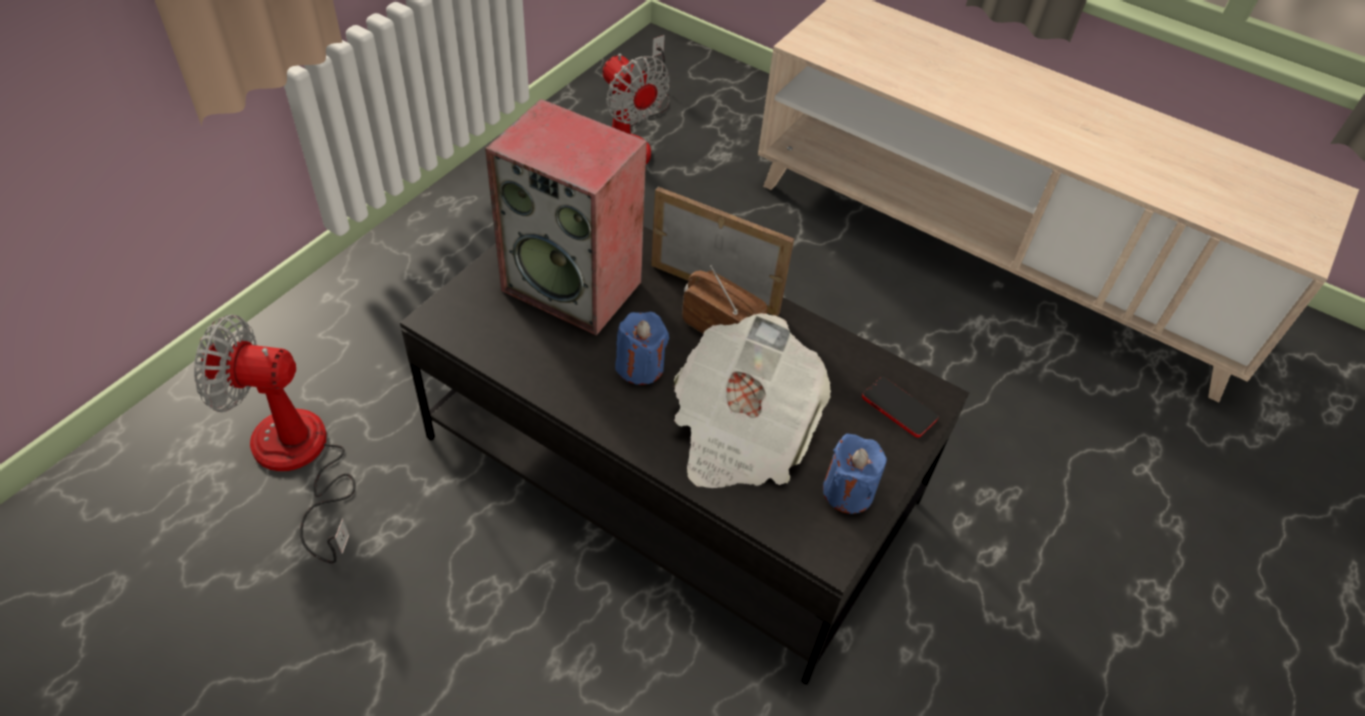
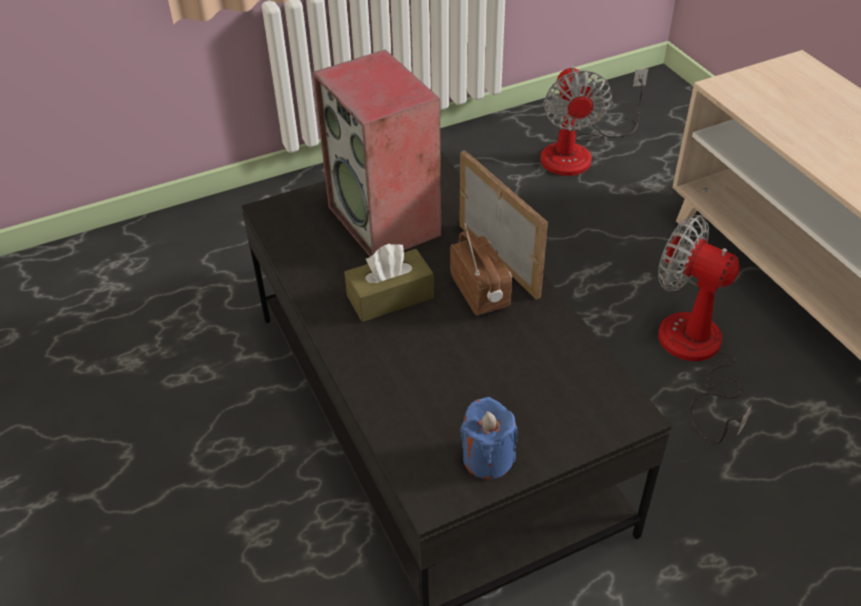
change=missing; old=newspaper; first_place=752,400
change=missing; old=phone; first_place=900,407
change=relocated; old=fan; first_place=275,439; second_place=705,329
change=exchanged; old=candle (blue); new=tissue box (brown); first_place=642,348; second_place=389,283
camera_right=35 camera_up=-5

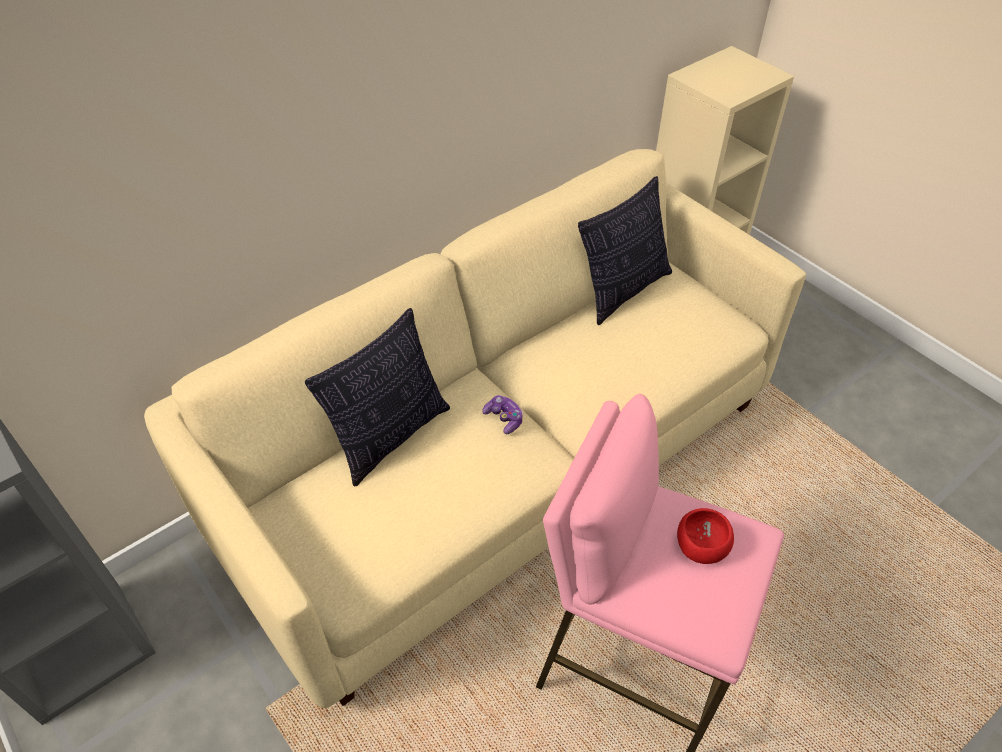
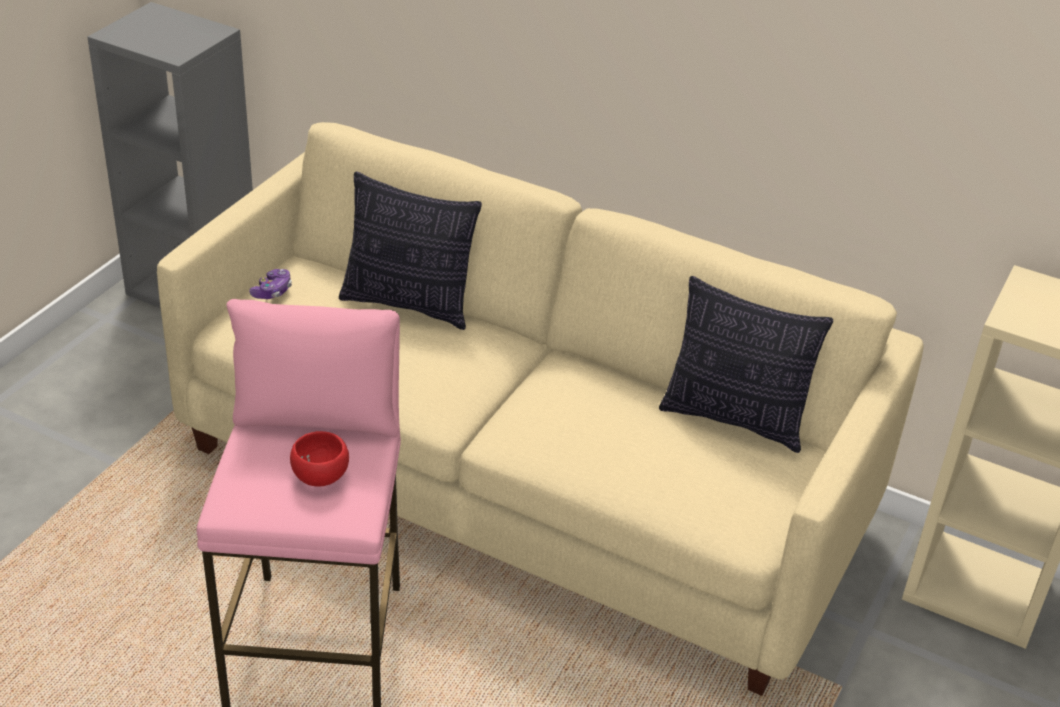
change=relocated; old=game controller; first_place=502,414; second_place=270,284
camera_right=65 camera_up=-10

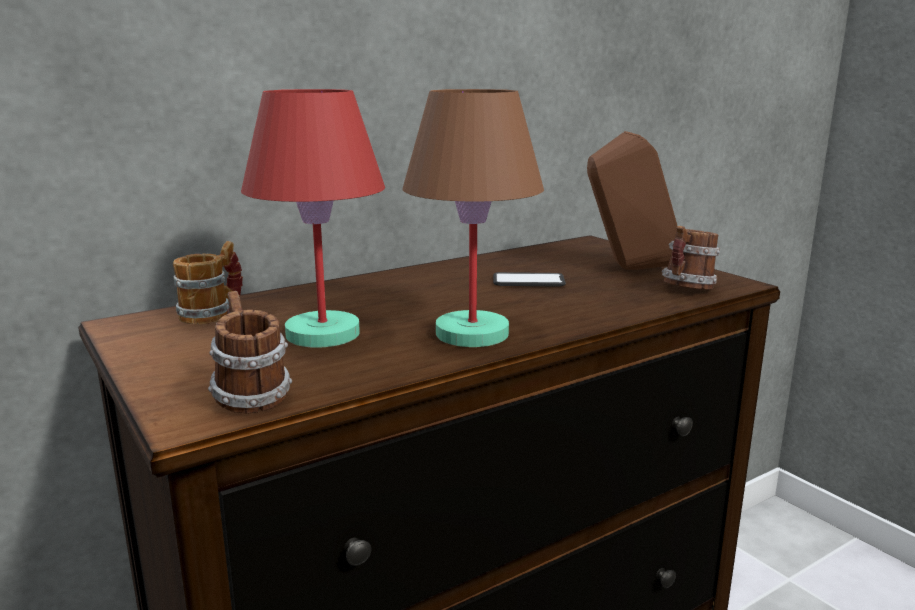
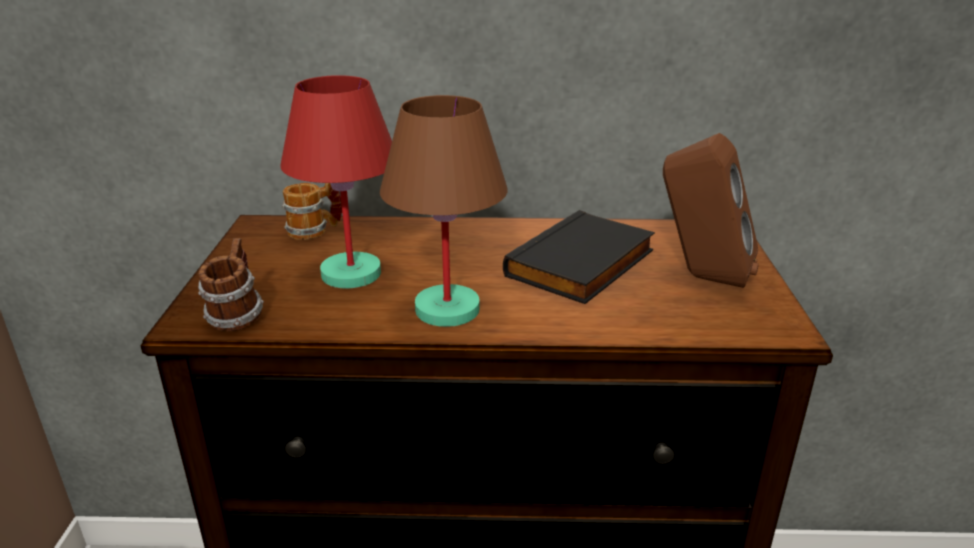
change=missing; old=mug; first_place=691,258
change=exchanged; old=phone; new=book (black); first_place=529,279; second_place=579,257
camera_right=35 camera_up=10

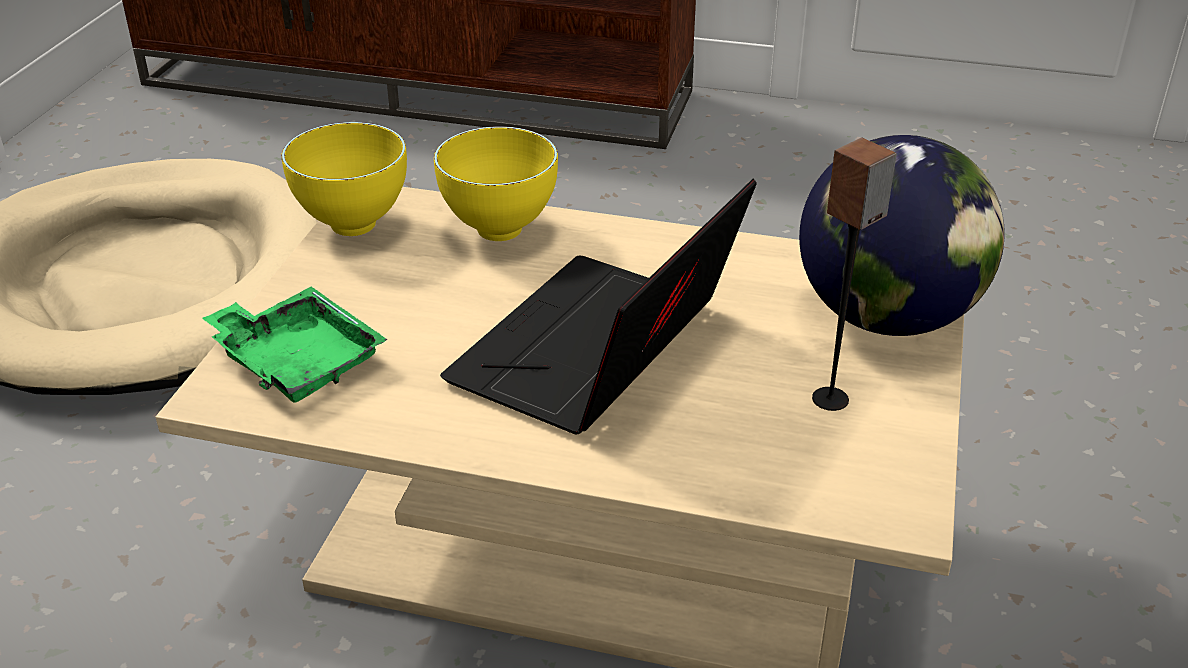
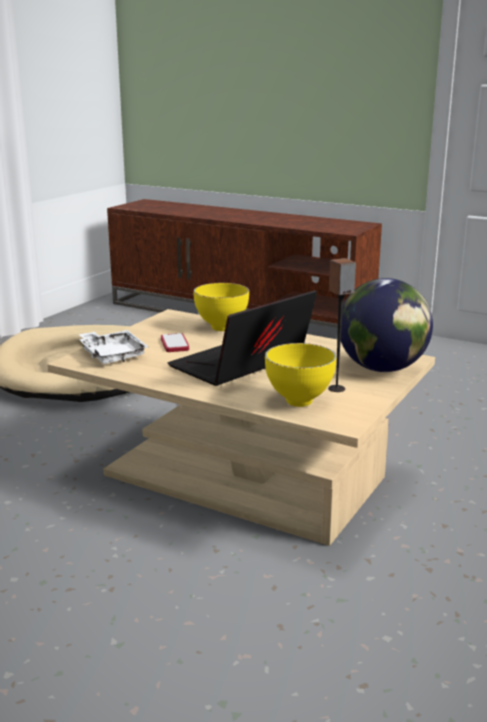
change=appeared; new=phone; second_place=175,342
change=relocated; old=bowl (yellow); first_place=344,179; second_place=300,375
change=colour; old=tray (green); new=tray (white); first_place=295,345; second_place=113,347
camera_right=15 camera_up=-15

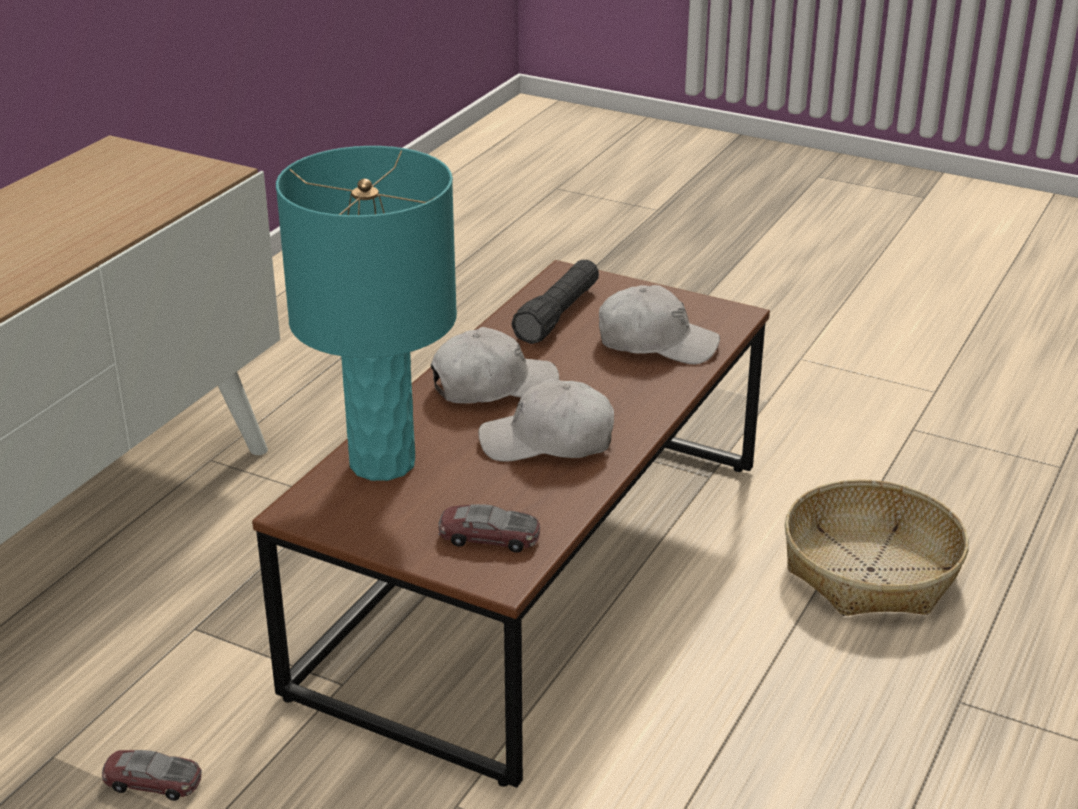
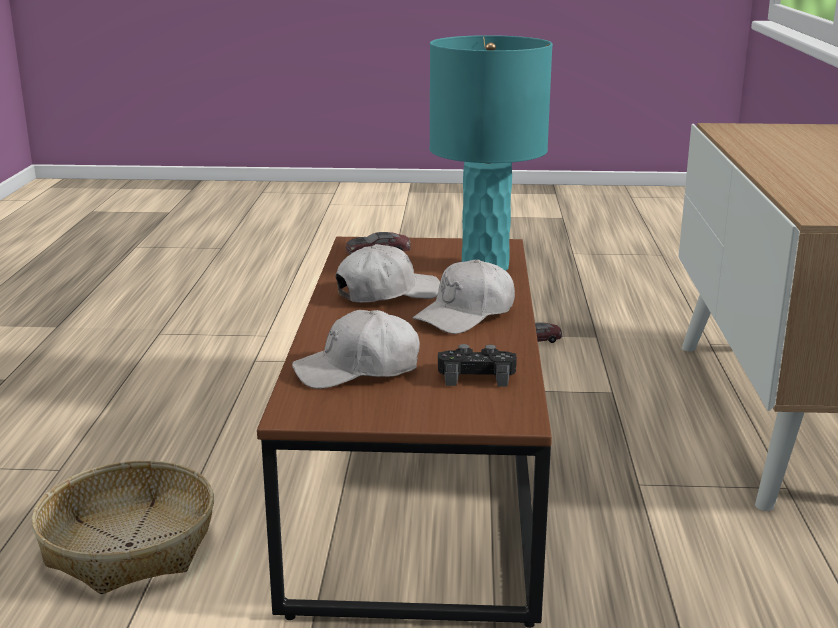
change=exchanged; old=flashlight (black); new=game controller (black); first_place=555,302; second_place=477,365
camera_right=155 camera_up=-10

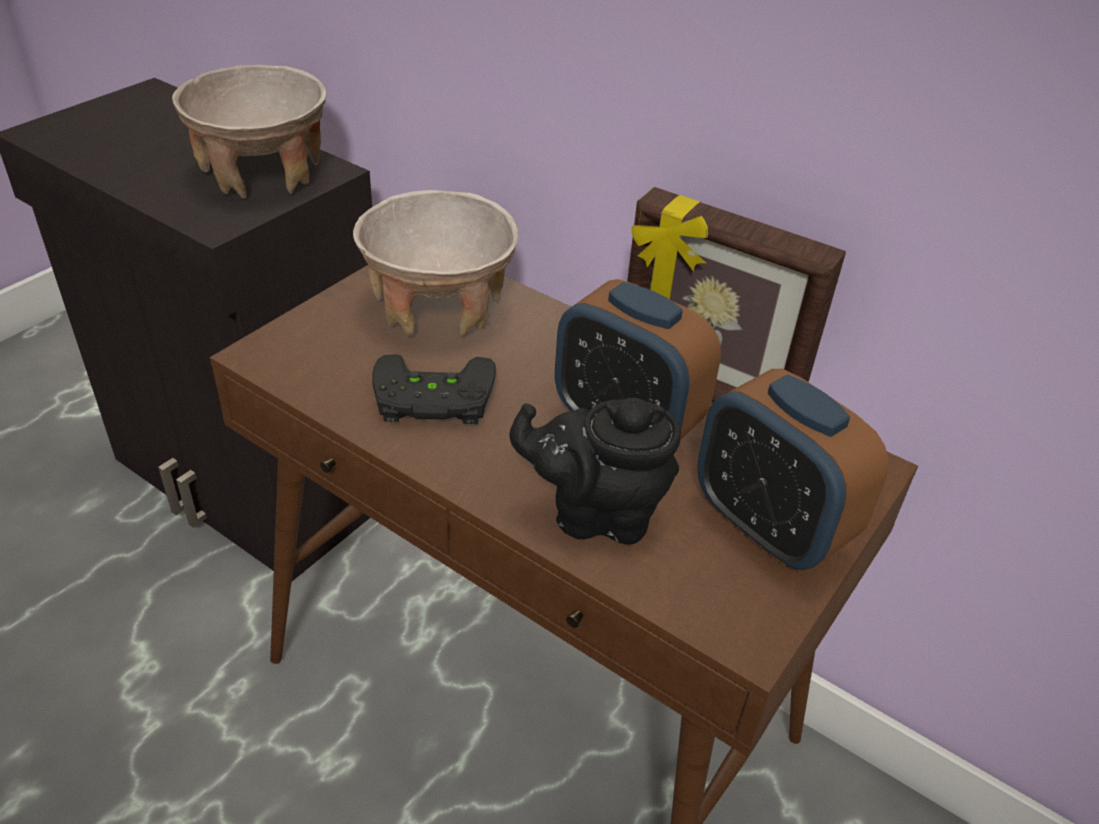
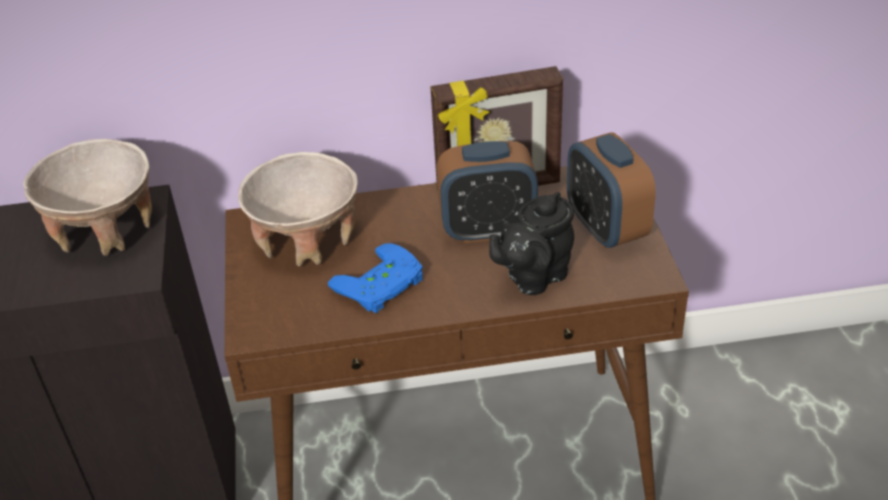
change=colour; old=game controller (black); new=game controller (blue); first_place=434,389; second_place=375,278
change=spun; old=alarm clock; first_place=792,469; second_place=611,190; degrees=60
camera_right=-40 camera_up=0

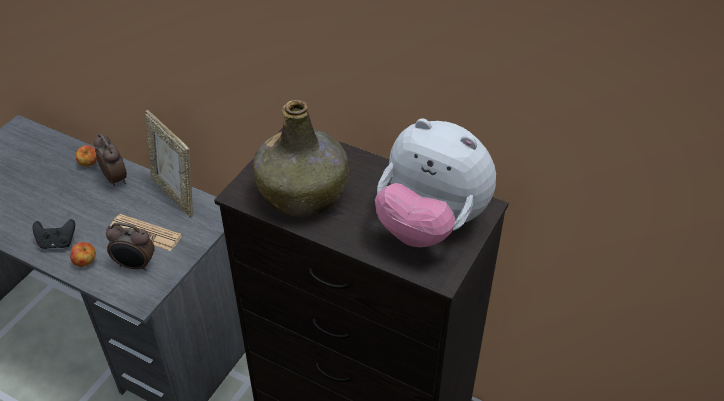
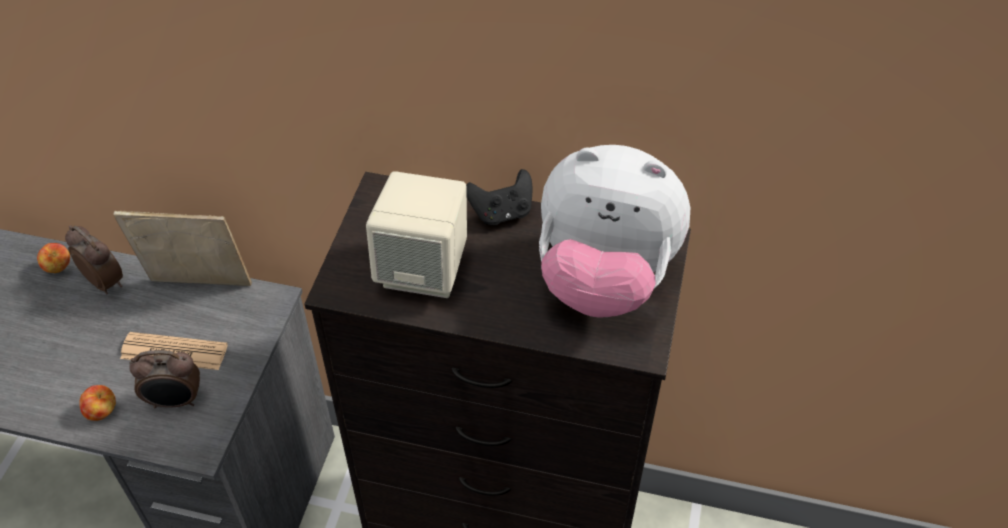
change=relocated; old=game controller (black); first_place=54,234; second_place=499,197
change=exchanged; old=bottle (green); new=speaker (beige); first_place=301,158; second_place=416,234
change=spun; old=picture frame; first_place=169,163; second_place=182,248; degrees=150
camera_right=-15 camera_up=5

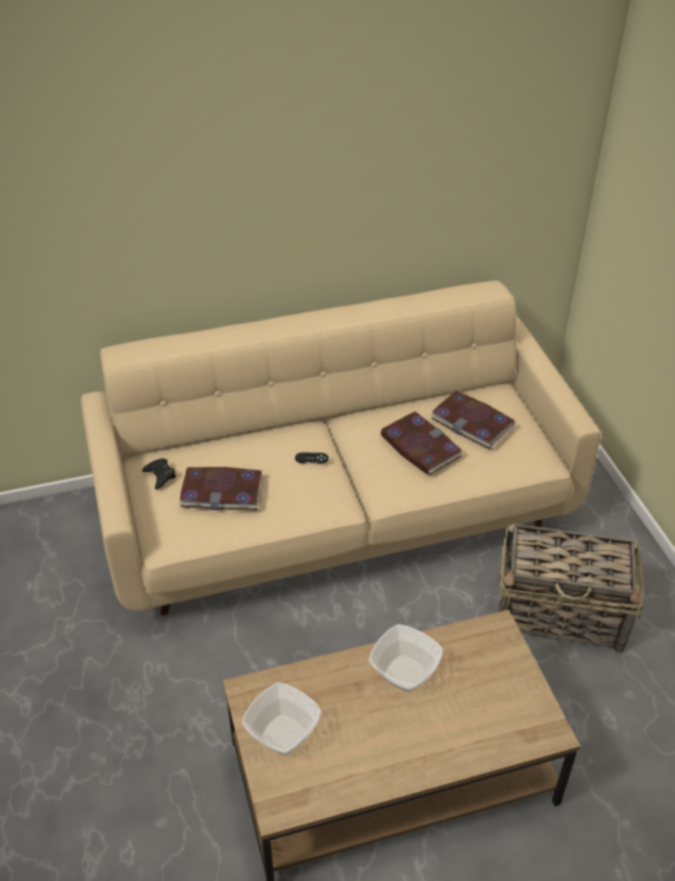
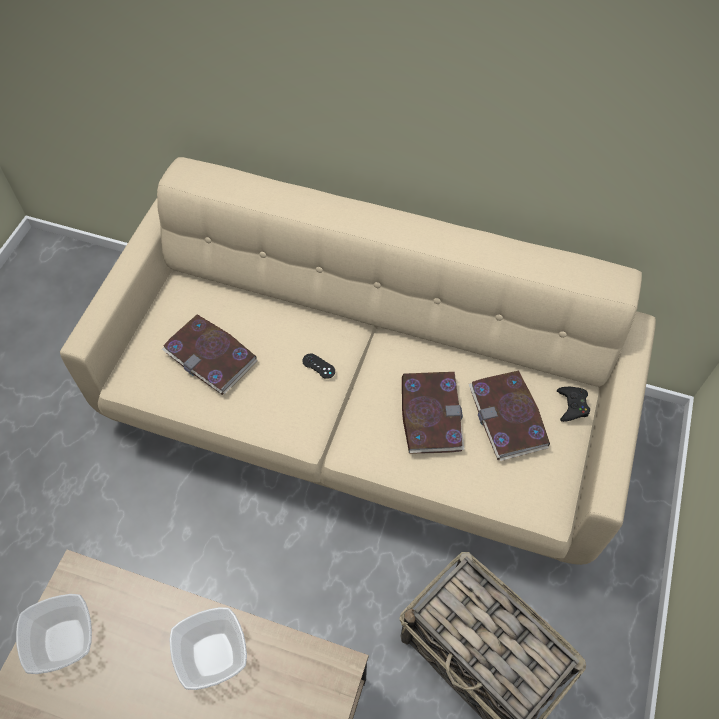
change=relocated; old=game controller (black); first_place=159,474; second_place=573,404
camera_right=35 camera_up=15

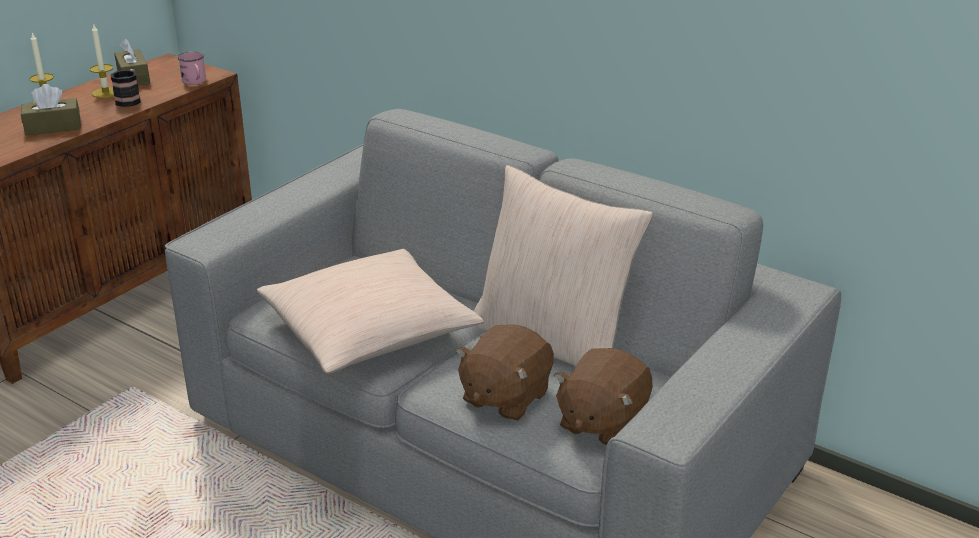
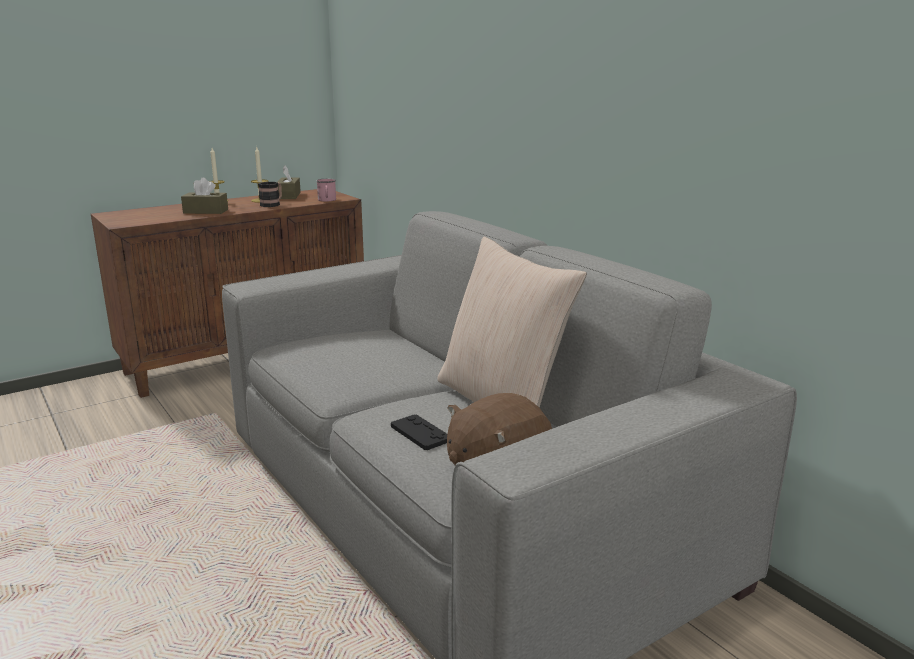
change=missing; old=pillow (beige); first_place=370,311
change=exchanged; old=plush toy (brown); new=game controller (black); first_place=504,373; second_place=419,432
camera_right=20 camera_up=-10

